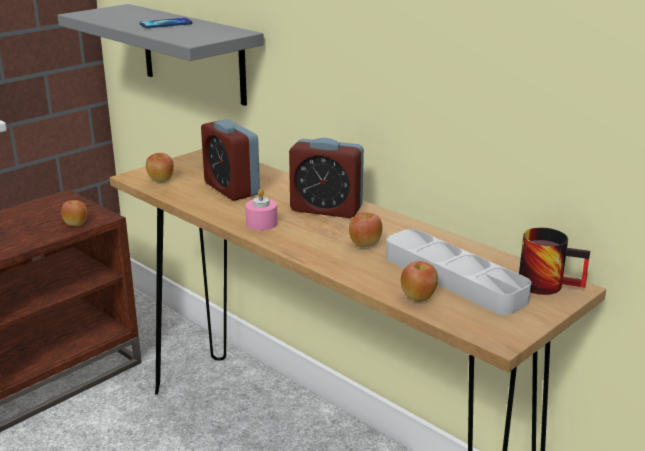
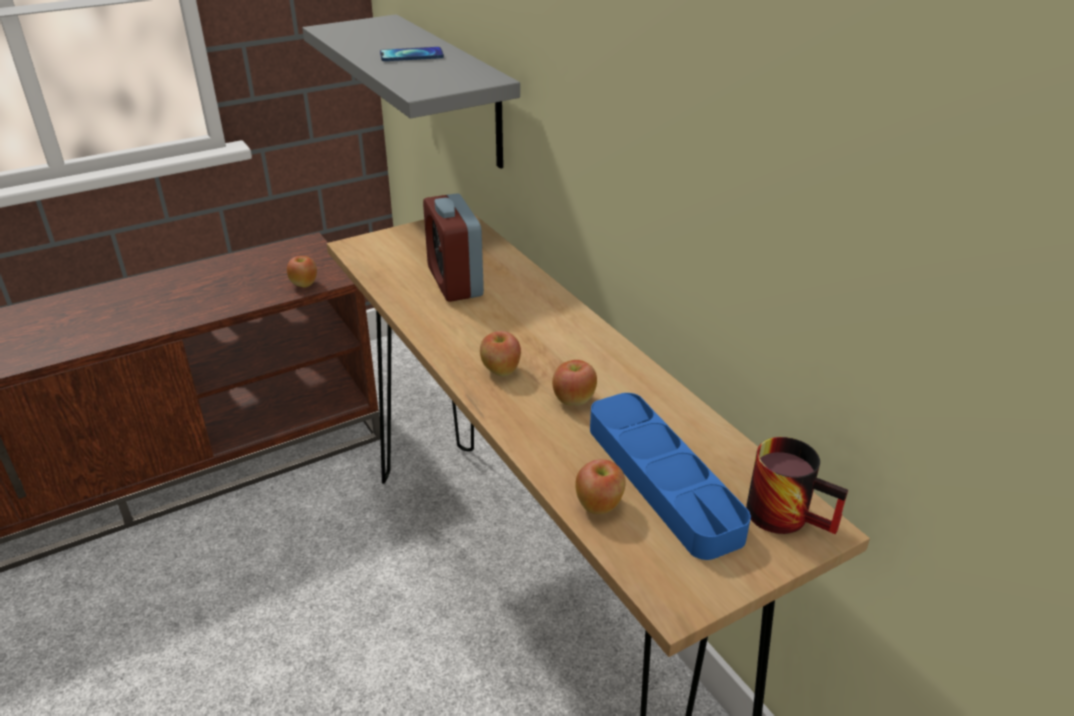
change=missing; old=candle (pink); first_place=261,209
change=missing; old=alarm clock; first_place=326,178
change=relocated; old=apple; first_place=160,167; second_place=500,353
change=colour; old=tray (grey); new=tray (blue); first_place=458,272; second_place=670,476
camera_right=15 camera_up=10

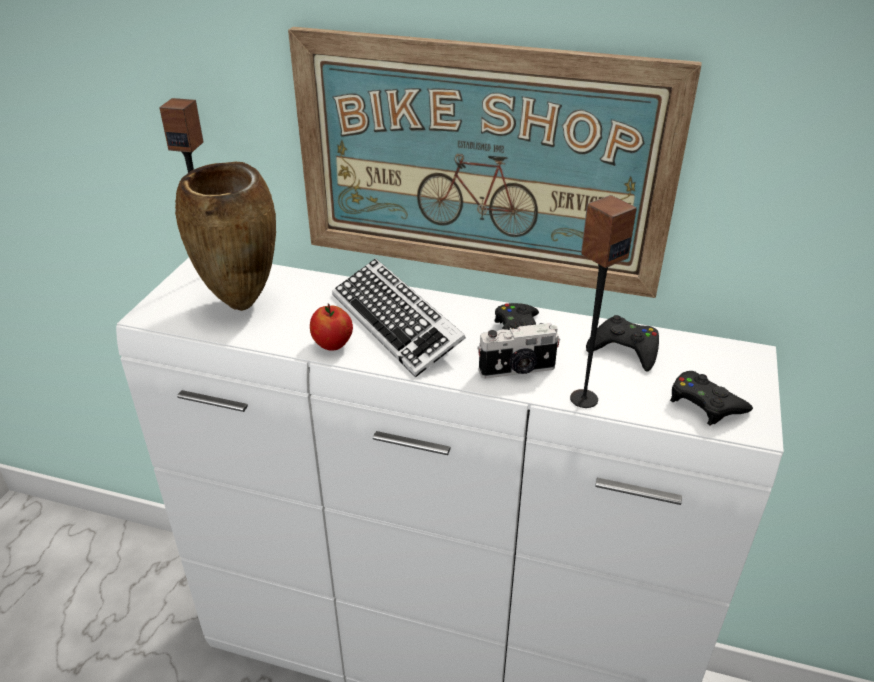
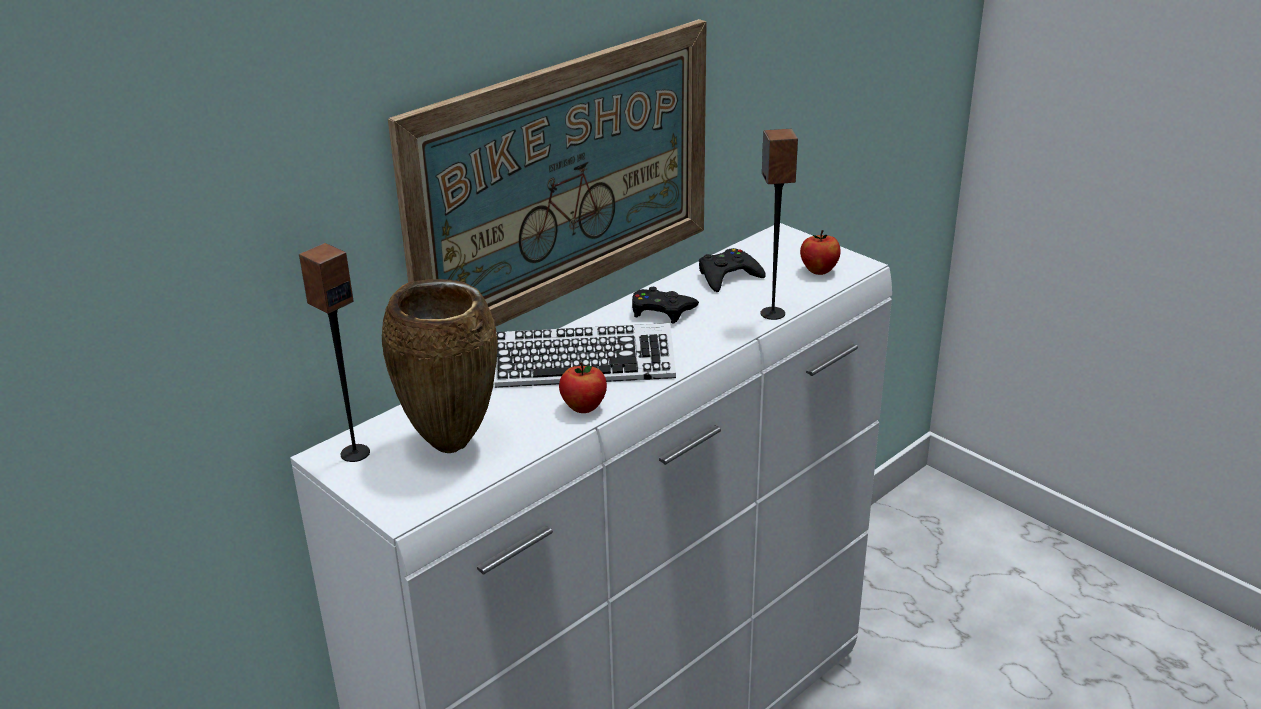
change=missing; old=photo camera; first_place=518,350
change=exchanged; old=game controller (black); new=apple; first_place=711,398; second_place=820,252
camera_right=-60 camera_up=-5

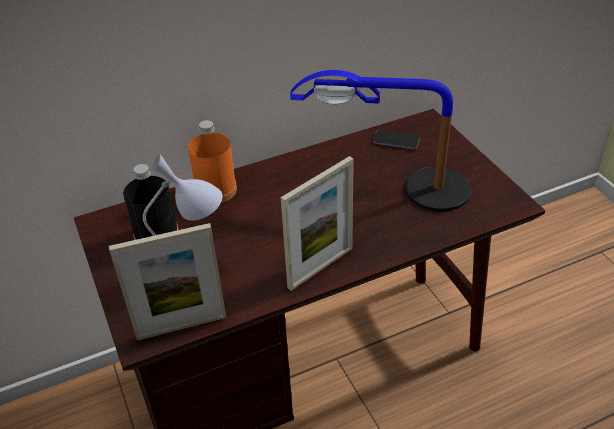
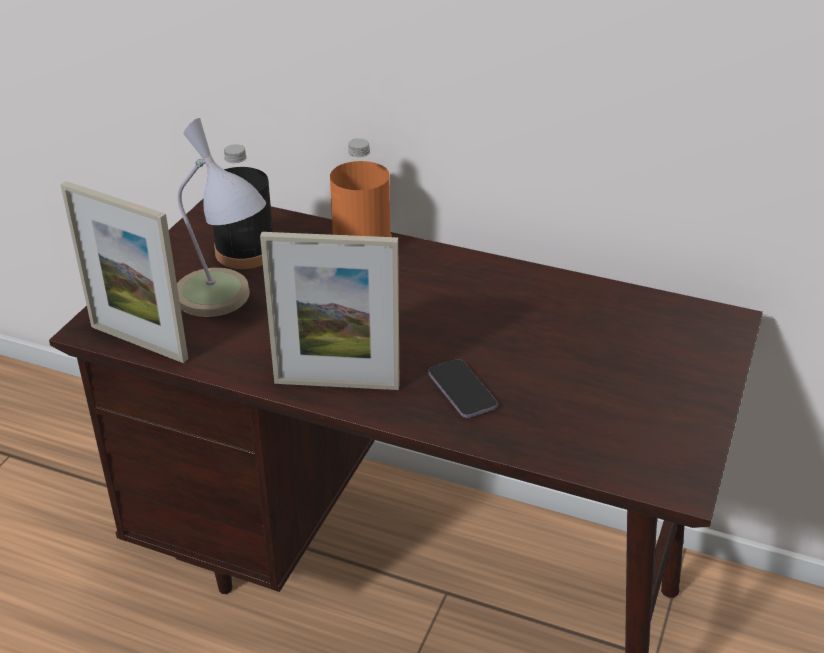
change=missing; old=table lamp; first_place=380,141
change=relocated; old=phone; first_place=396,140; second_place=463,388
camera_right=45 camera_up=-5

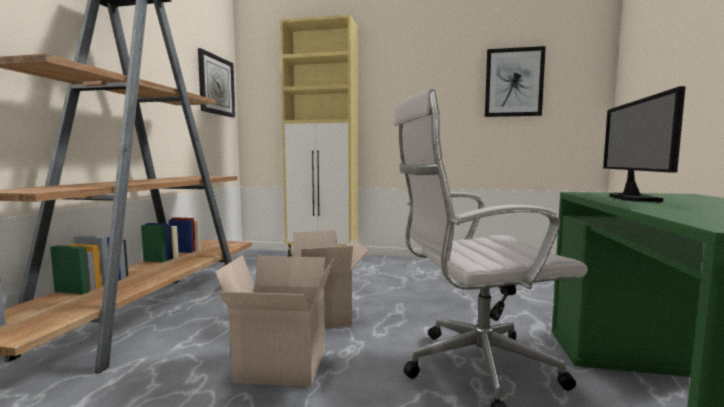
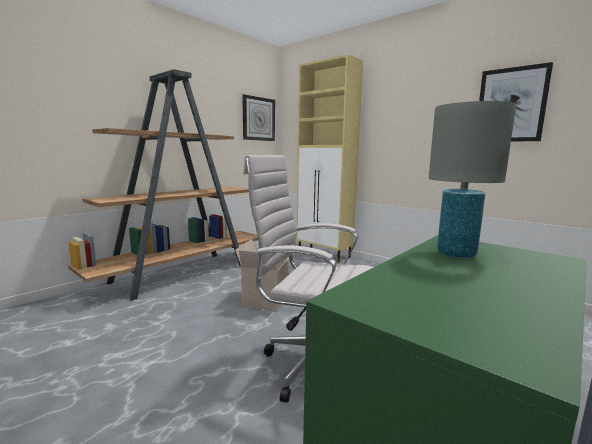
change=missing; old=cardboard box; first_place=275,321
change=exchanged; old=monitor; new=table lamp (grey); first_place=644,144; second_place=472,179
camera_right=30 camera_up=5

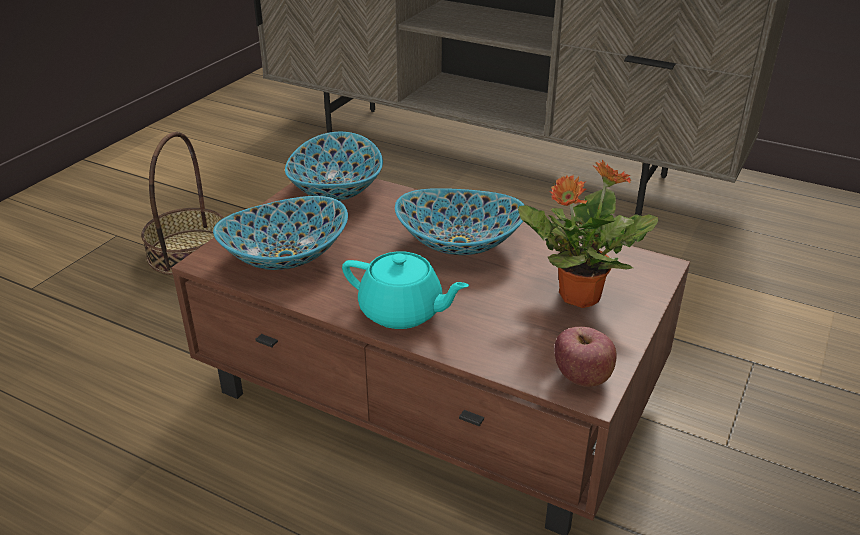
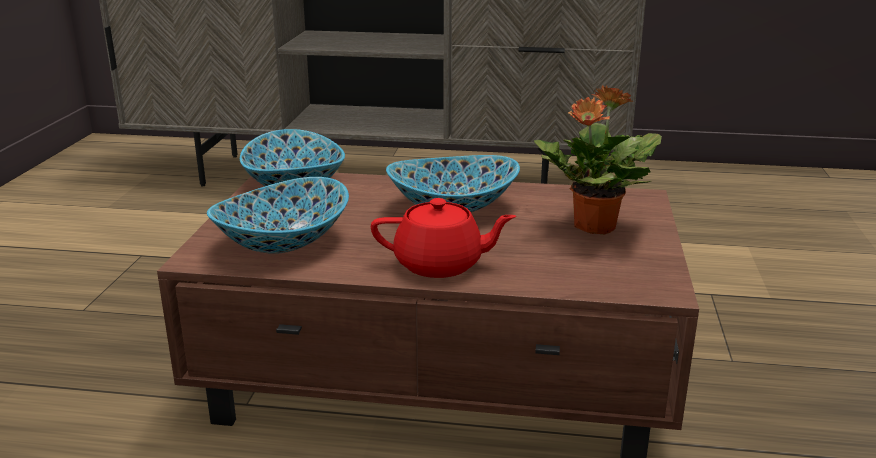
change=missing; old=basket; first_place=182,203
change=missing; old=apple; first_place=585,357
change=colour; old=teapot (turquoise); new=teapot (red); first_place=405,290; second_place=443,238
camera_right=-20 camera_up=-10

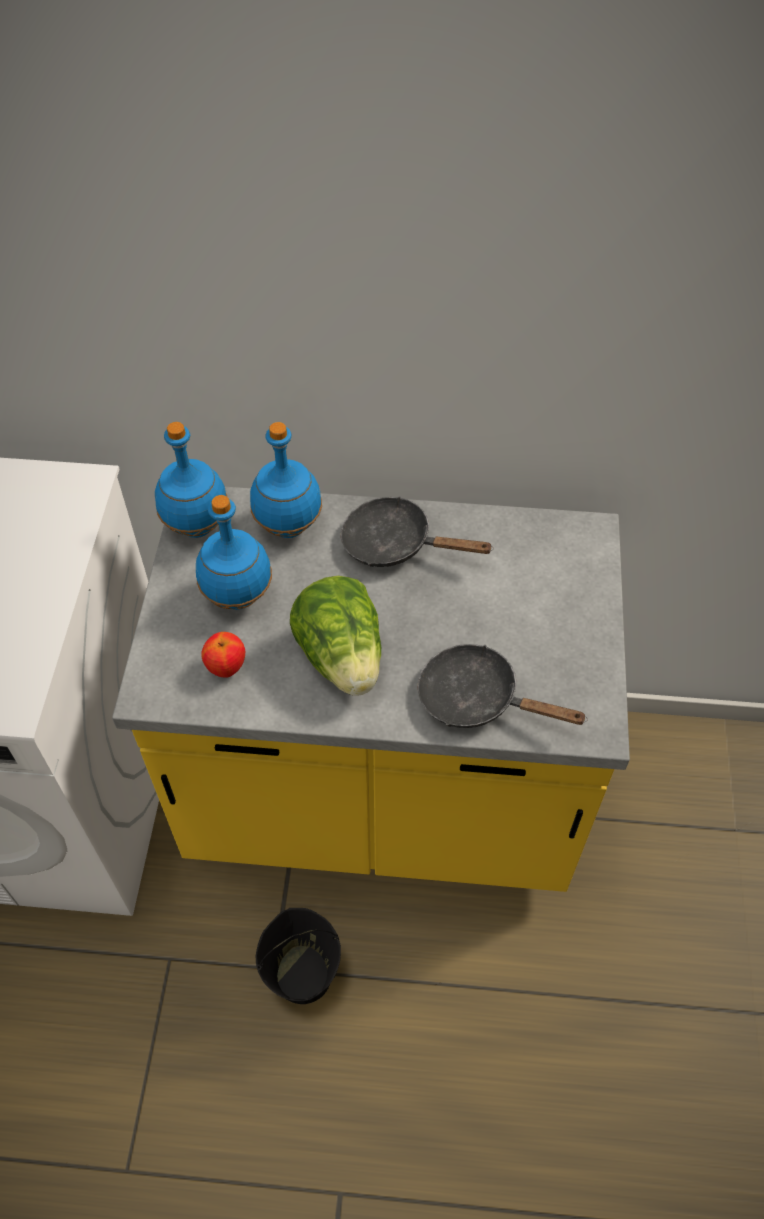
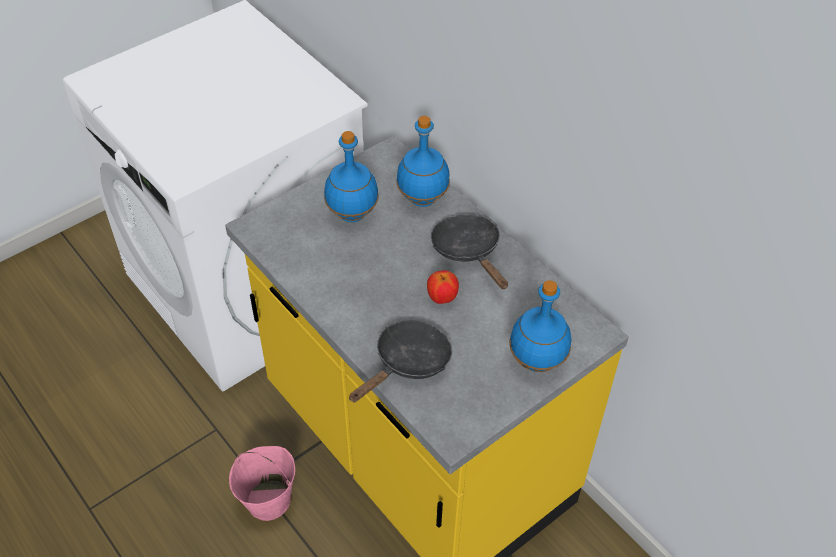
change=missing; old=lettuce; first_place=335,636
change=relocated; old=bottle (blue); first_place=191,480; second_place=540,326
change=relocated; old=apple; first_place=223,655; second_place=443,287
change=colour; old=bucket (black); new=bucket (pink); first_place=298,956; second_place=262,483
change=spun; old=frying pan (black); first_place=502,686; second_place=400,361; degrees=60
camera_right=45 camera_up=-5

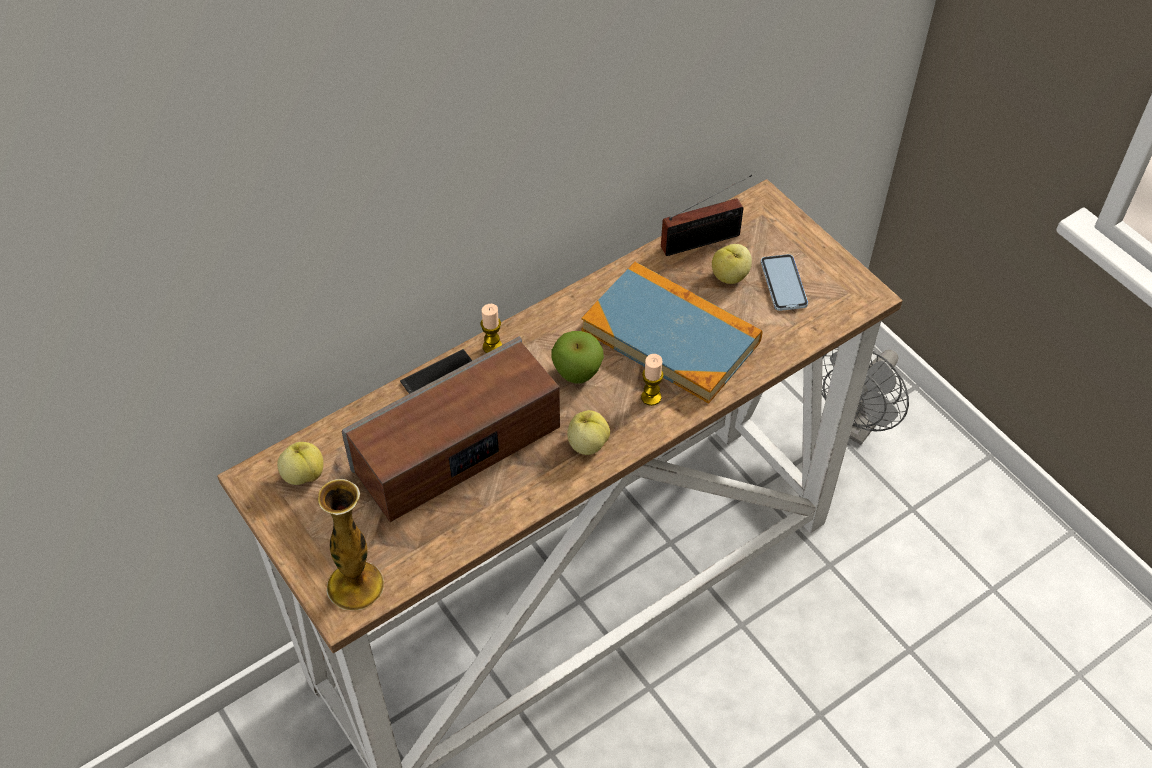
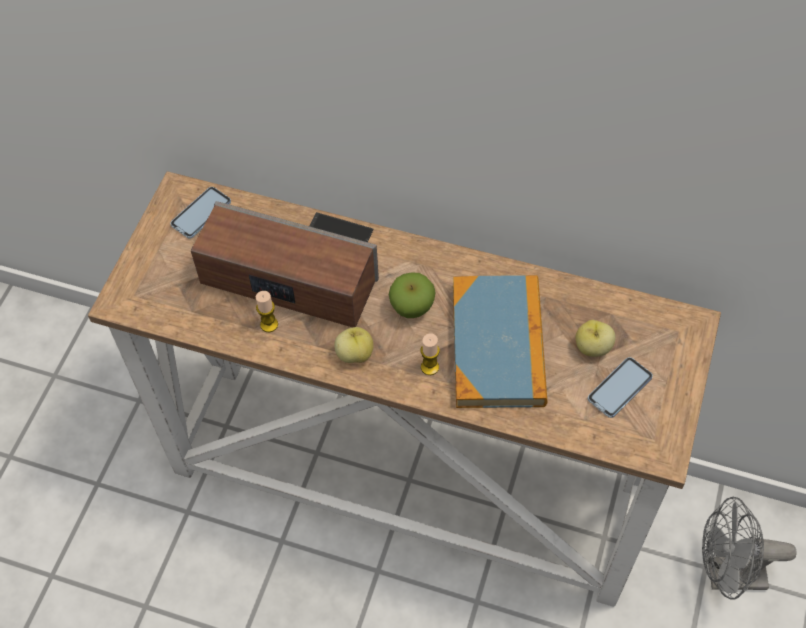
change=missing; old=vase; first_place=351,544
change=missing; old=radio; first_place=706,215
change=relocated; old=candle; first_place=491,328; second_place=267,311
change=exchanged; old=apple; new=phone; first_place=300,463; second_place=200,213
camera_right=55 camera_up=5

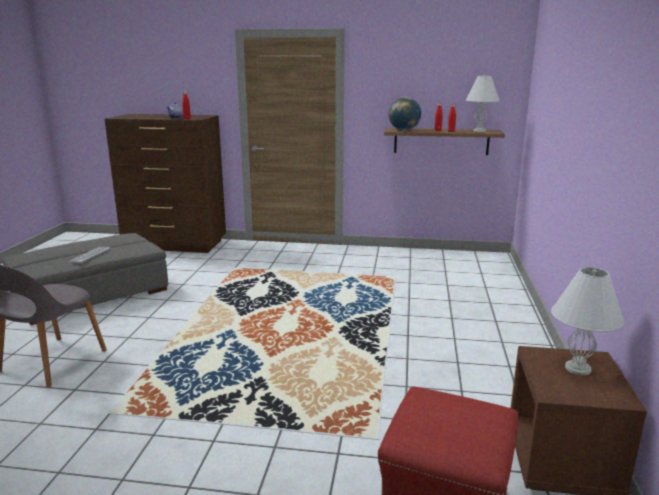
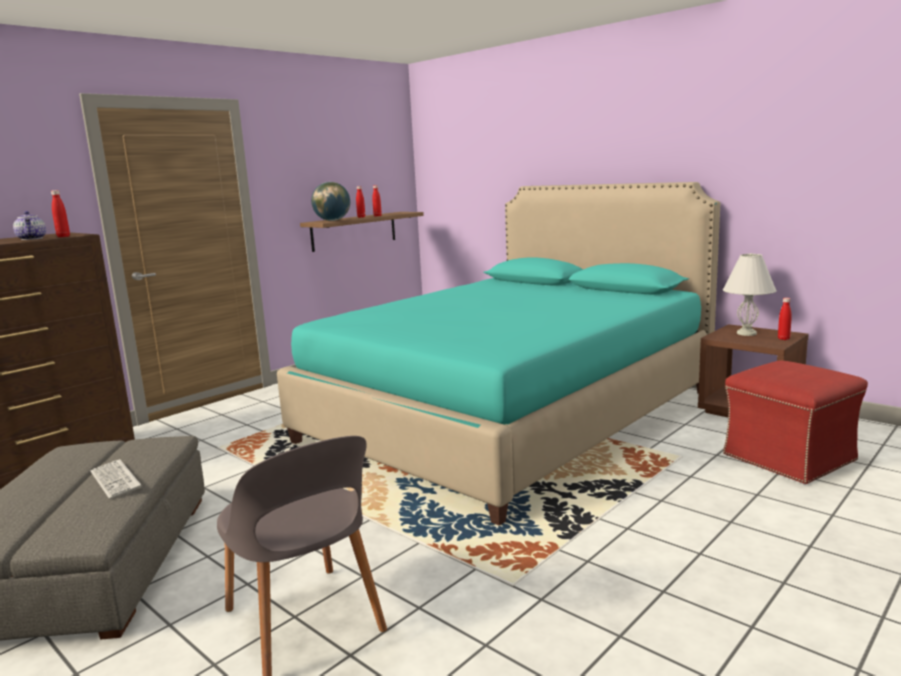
change=missing; old=table lamp (white); first_place=482,103
change=appeared; new=bed (turquoise); second_place=498,354
change=appeared; new=bottle (red); second_place=785,319
camera_right=-55 camera_up=-5

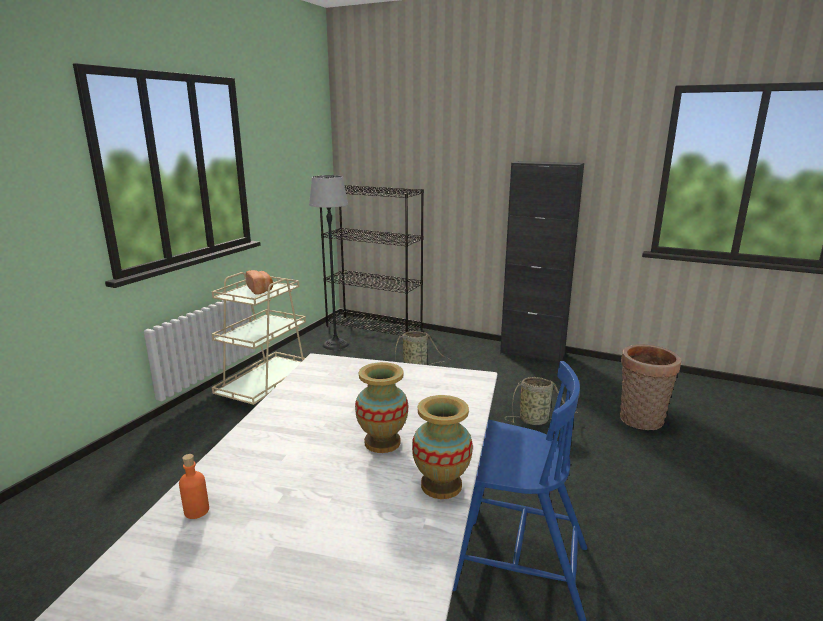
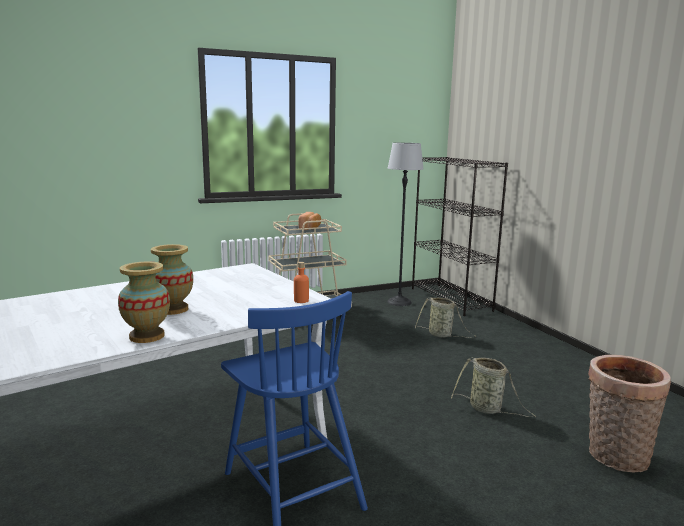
change=missing; old=cabinet (black); first_place=542,262
change=relocated; old=bottle (orange); first_place=194,486; second_place=301,282
camera_right=40 camera_up=-5

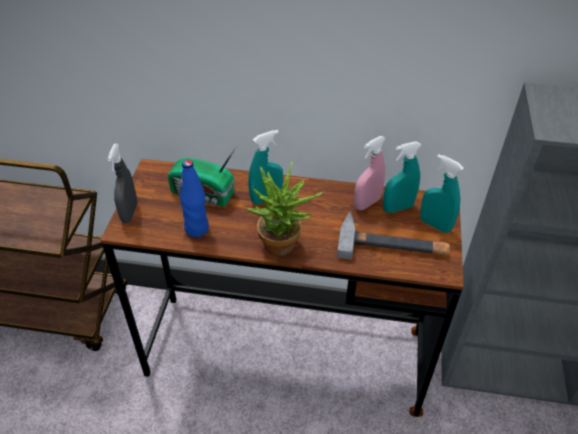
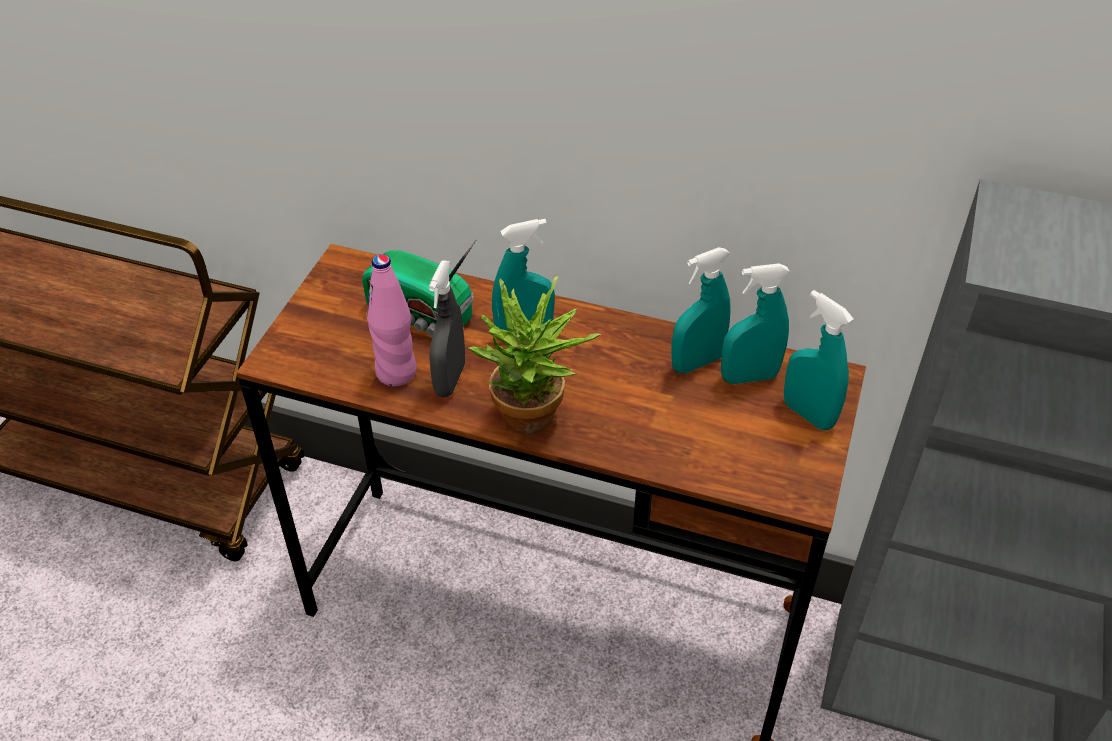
change=missing; old=hammer; first_place=393,235
change=relocated; old=spray bottle (grey); first_place=122,183; second_place=447,328
change=colour; old=bottle (blue); new=bottle (pink); first_place=194,198; second_place=391,320
change=colour; old=spray bottle (pink); new=spray bottle (turquoise); first_place=370,173; second_place=701,310
camera_right=10 camera_up=0

